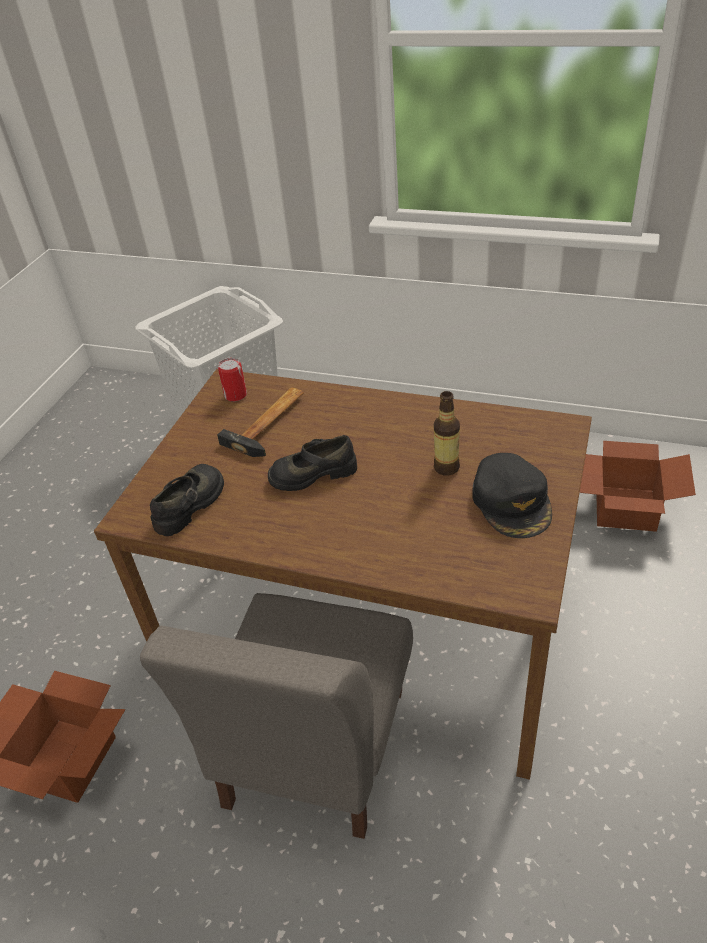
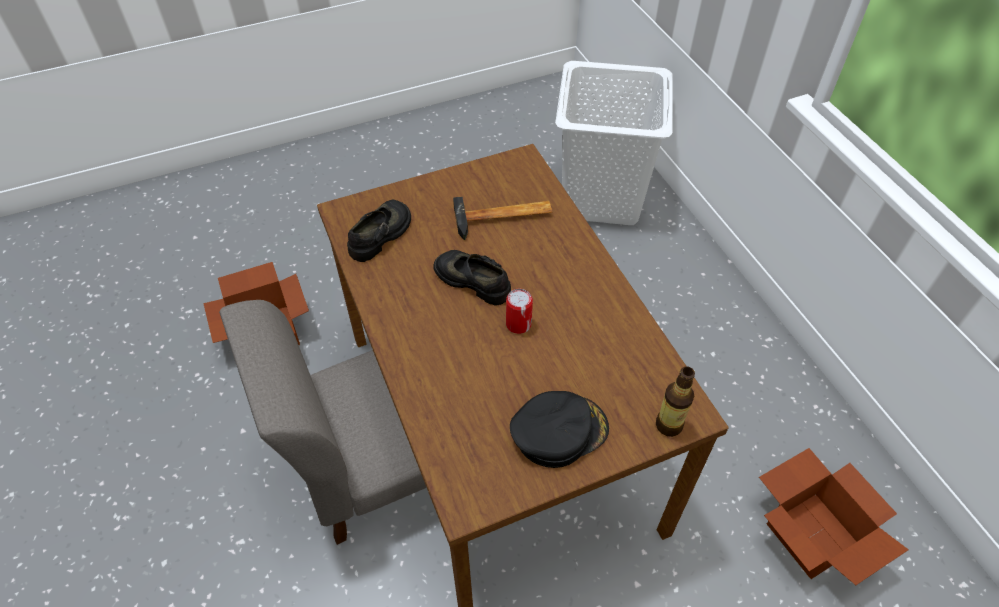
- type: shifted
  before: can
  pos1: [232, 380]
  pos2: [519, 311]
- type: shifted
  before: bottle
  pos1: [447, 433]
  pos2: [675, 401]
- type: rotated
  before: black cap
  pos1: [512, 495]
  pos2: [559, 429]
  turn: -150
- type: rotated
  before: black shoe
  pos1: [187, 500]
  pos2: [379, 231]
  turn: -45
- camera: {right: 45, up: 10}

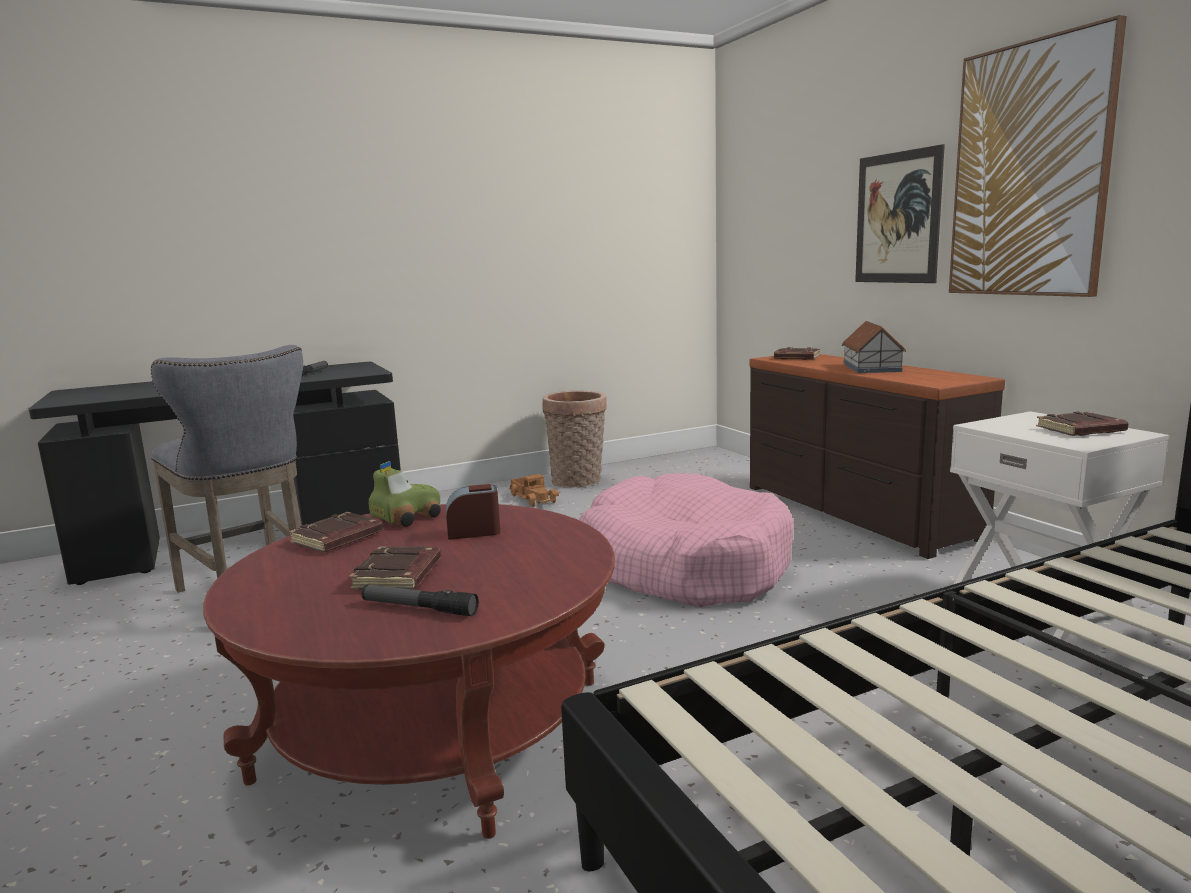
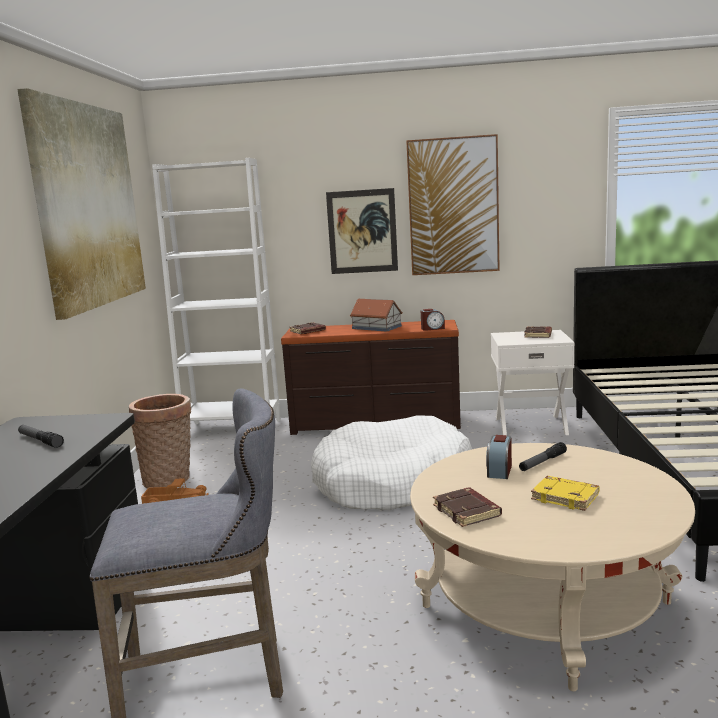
- type: gone
  before: toy car
  pos1: [405, 494]
- type: repainted
  before: pink dog bed
  after: white dog bed
  pos1: [686, 540]
  pos2: [391, 462]
- type: repainted
  before: red coffee table
  after: beige coffee table
  pos1: [409, 671]
  pos2: [552, 567]
- type: repainted
  before: brown book
  after: yellow book
  pos1: [395, 567]
  pos2: [565, 493]
- type: shifted
  before: flashlight
  pos1: [420, 600]
  pos2: [543, 456]
- type: new
  after: picture
  pos2: [81, 204]
- type: new
  after: white bookcase
  pos2: [216, 291]
- type: new
  after: alarm clock
  pos2: [433, 320]
- camera: {right: -60, up: 0}

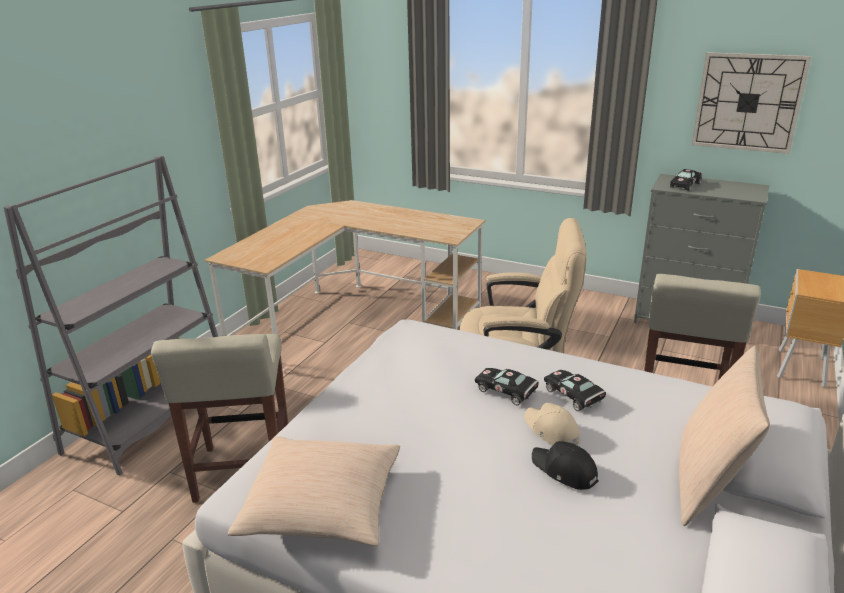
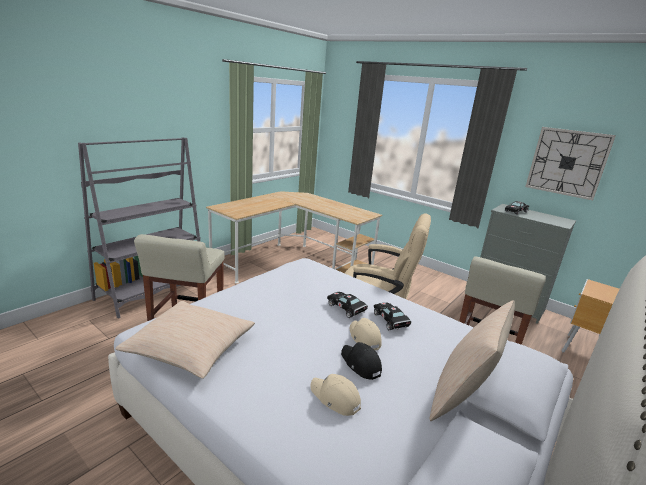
- type: new
  after: beige cap
  pos2: [336, 395]
- camera: {right: 10, up: -5}

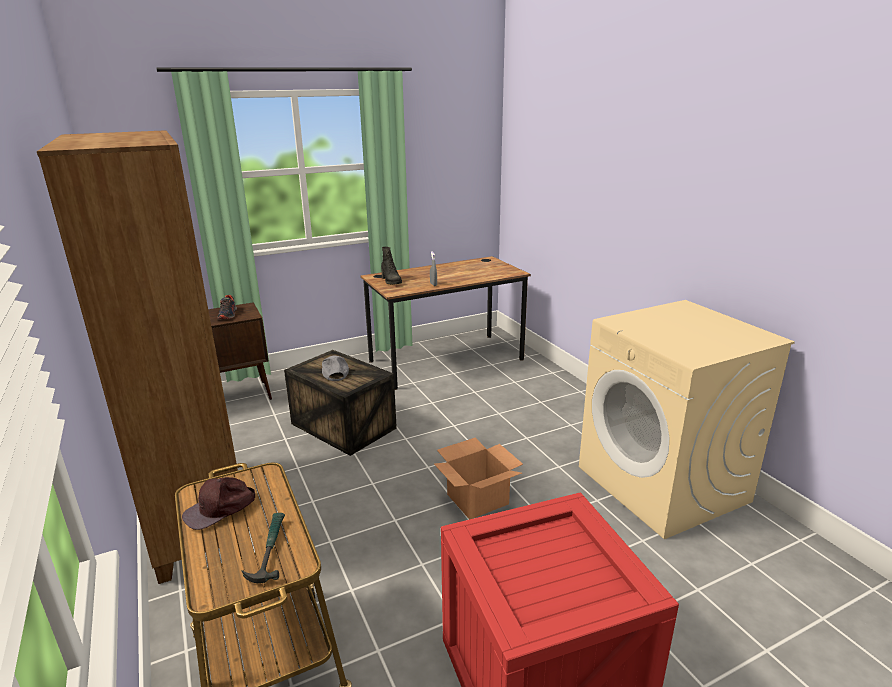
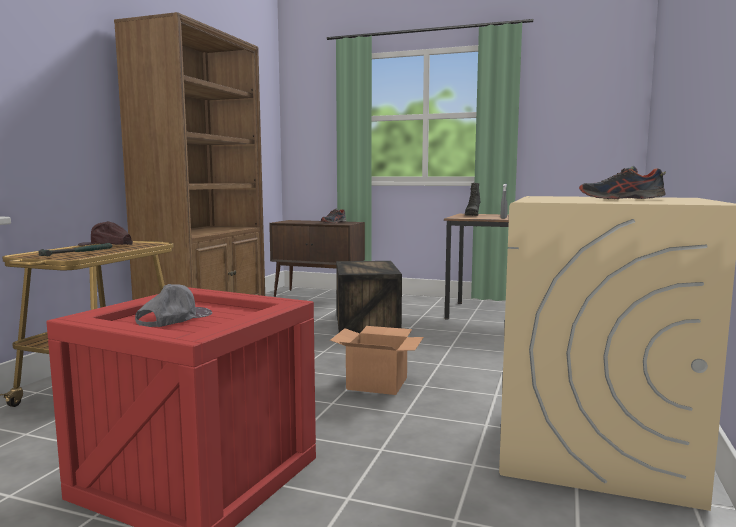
- type: shifted
  before: grey cap
  pos1: [335, 368]
  pos2: [173, 305]
- type: new
  after: shoe
  pos2: [622, 182]
- camera: {right: 45, up: -15}

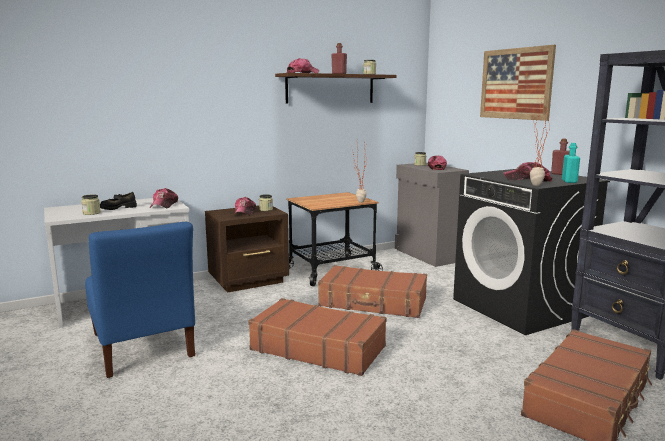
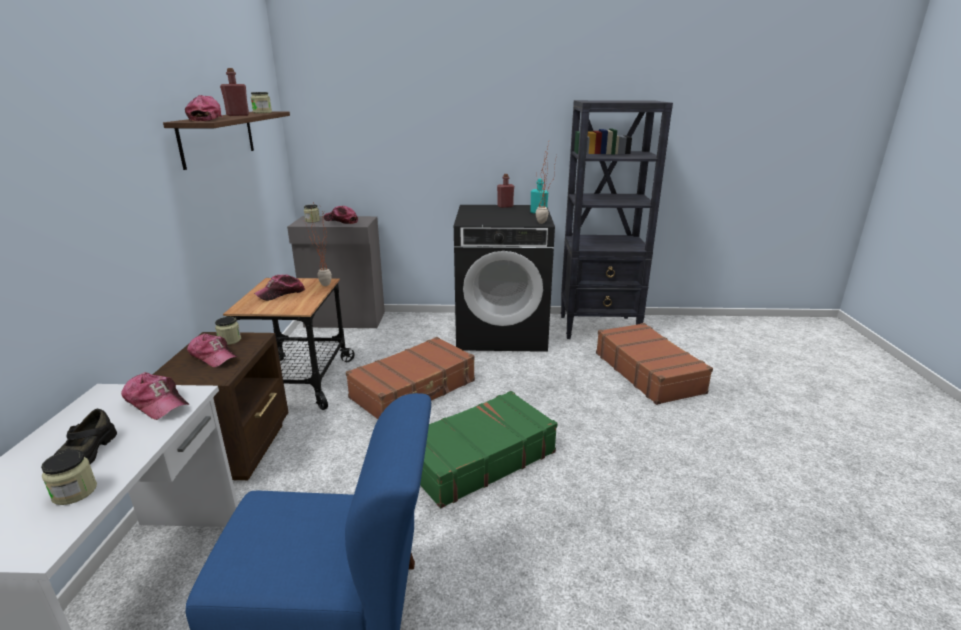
- type: gone
  before: picture
  pos1: [518, 83]
- type: shifted
  before: cap
  pos1: [527, 172]
  pos2: [279, 287]
- type: repainted
  before: brown suitcase
  after: green suitcase
  pos1: [317, 337]
  pos2: [489, 449]
- camera: {right: -60, up: 10}

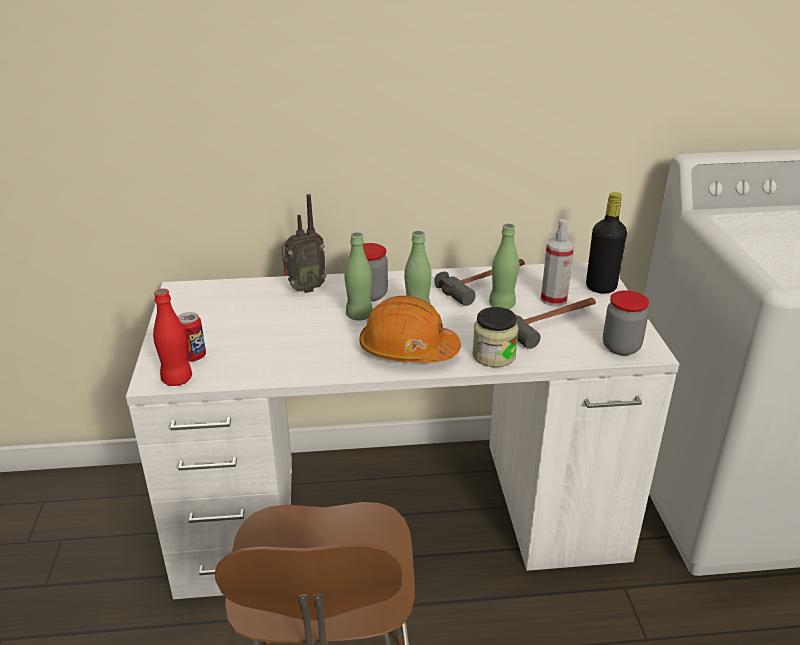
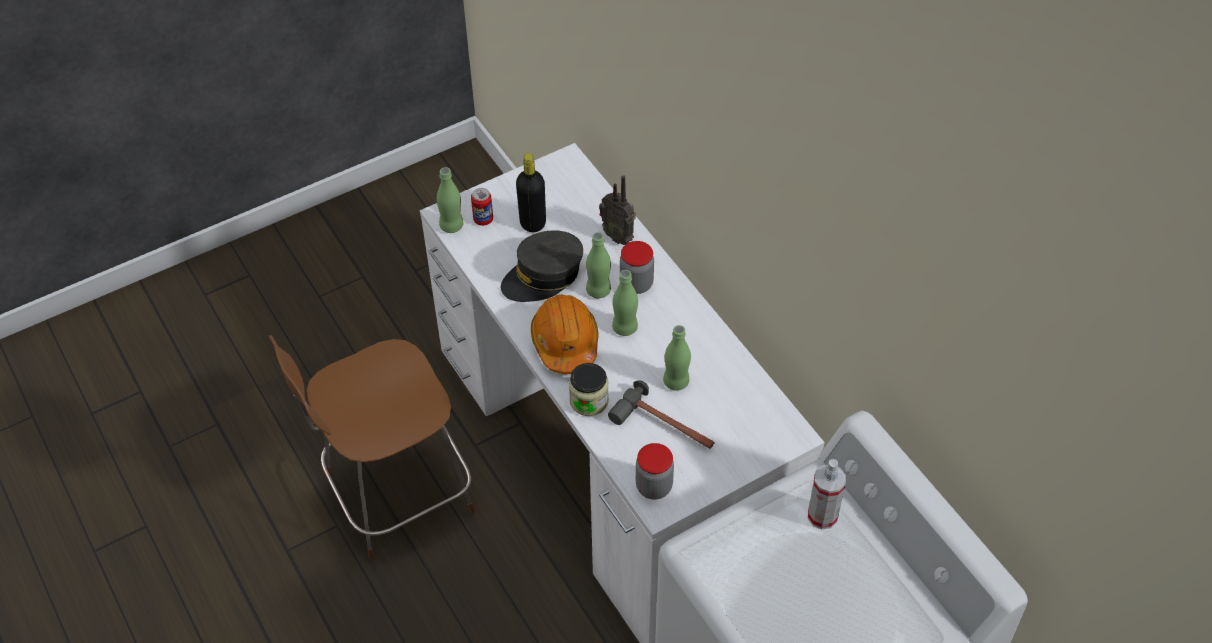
- type: shifted
  before: black bottle
  pos1: [606, 242]
  pos2: [531, 192]
- type: shifted
  before: spray bottle
  pos1: [558, 262]
  pos2: [827, 494]
- type: gone
  before: hammer
  pos1: [479, 282]
- type: repainted
  before: red bottle
  after: green bottle
  pos1: [172, 337]
  pos2: [450, 200]
- type: new
  after: grey cap
  pos2: [542, 266]
- camera: {right: 65, up: 20}

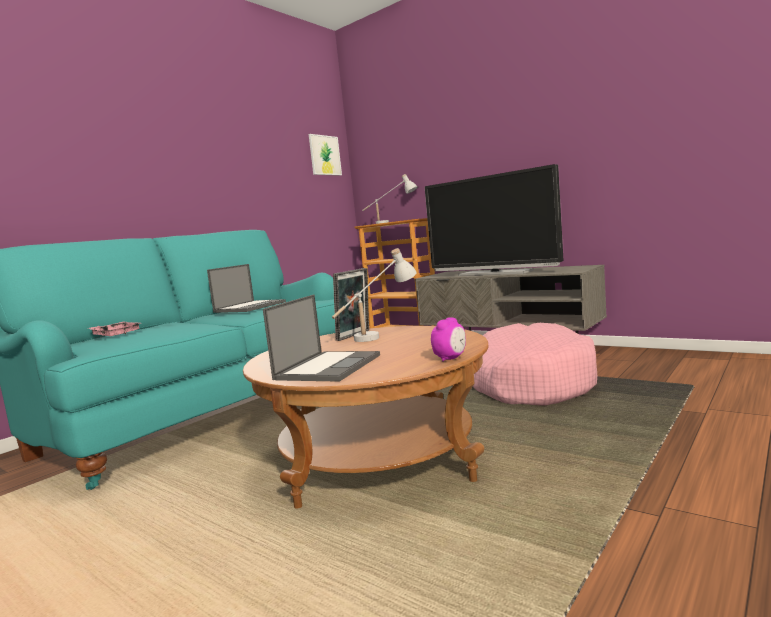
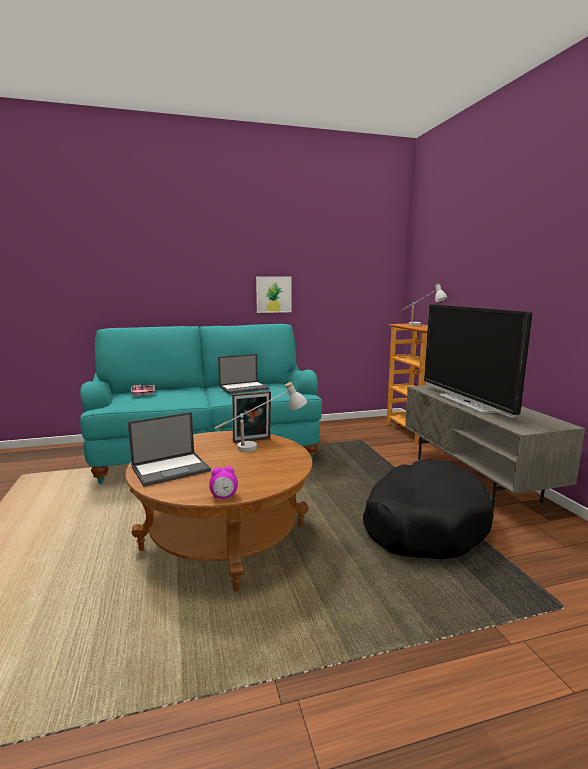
- type: shifted
  before: picture
  pos1: [325, 155]
  pos2: [273, 294]
- type: repainted
  before: pink dog bed
  after: black dog bed
  pos1: [535, 364]
  pos2: [428, 509]
- camera: {right: 35, up: 5}

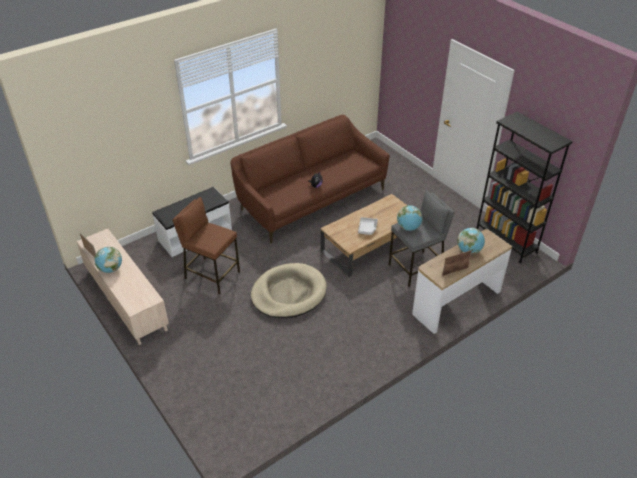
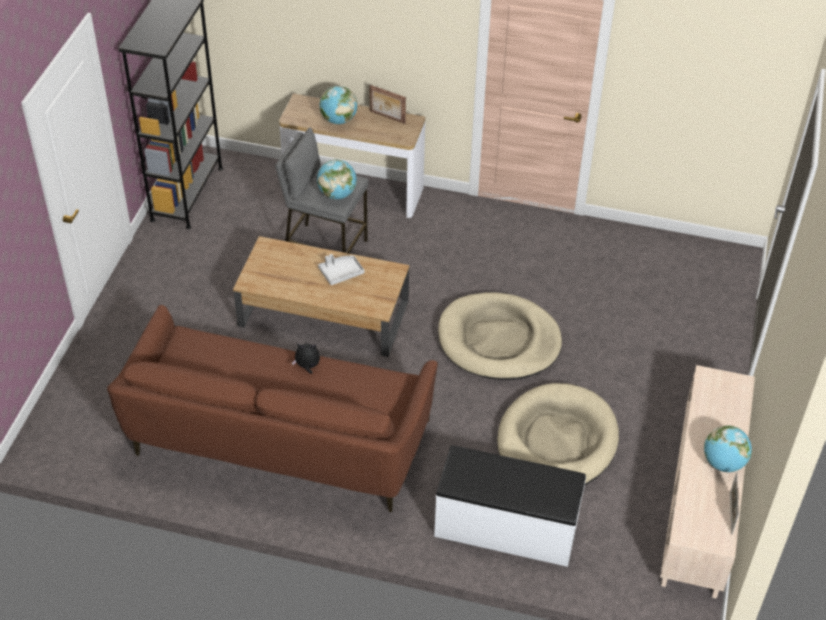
- type: swapped
  before: brown stool
  after: beige dog bed
  pos1: [206, 245]
  pos2: [558, 434]
- camera: {right: -130, up: 5}

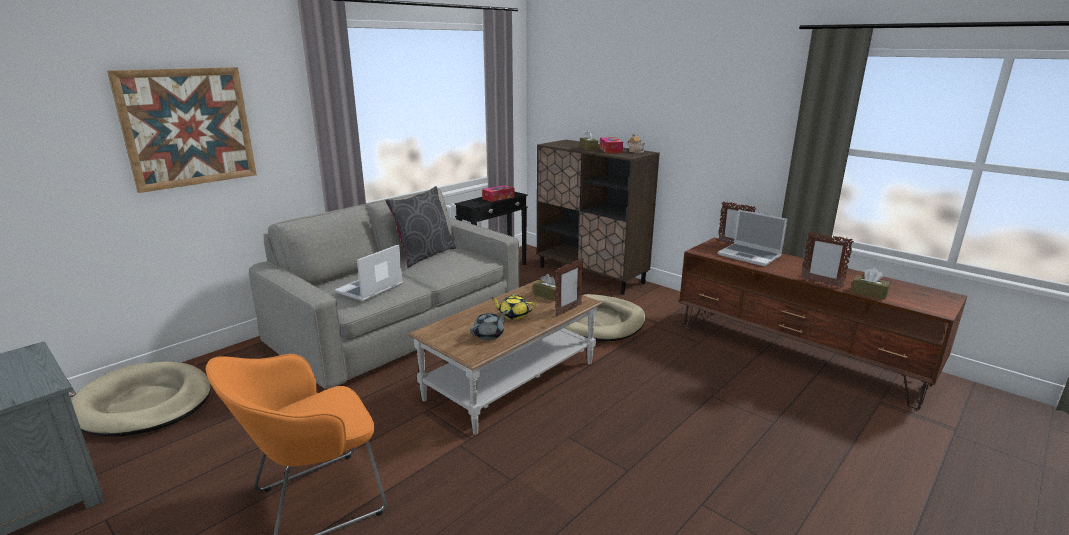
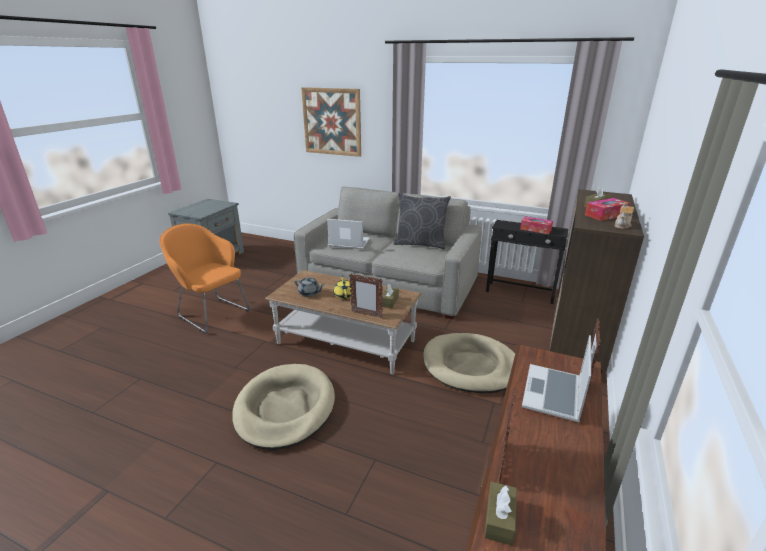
- type: shifted
  before: beige dog bed
  pos1: [141, 399]
  pos2: [284, 407]
- camera: {right: 70, up: 5}

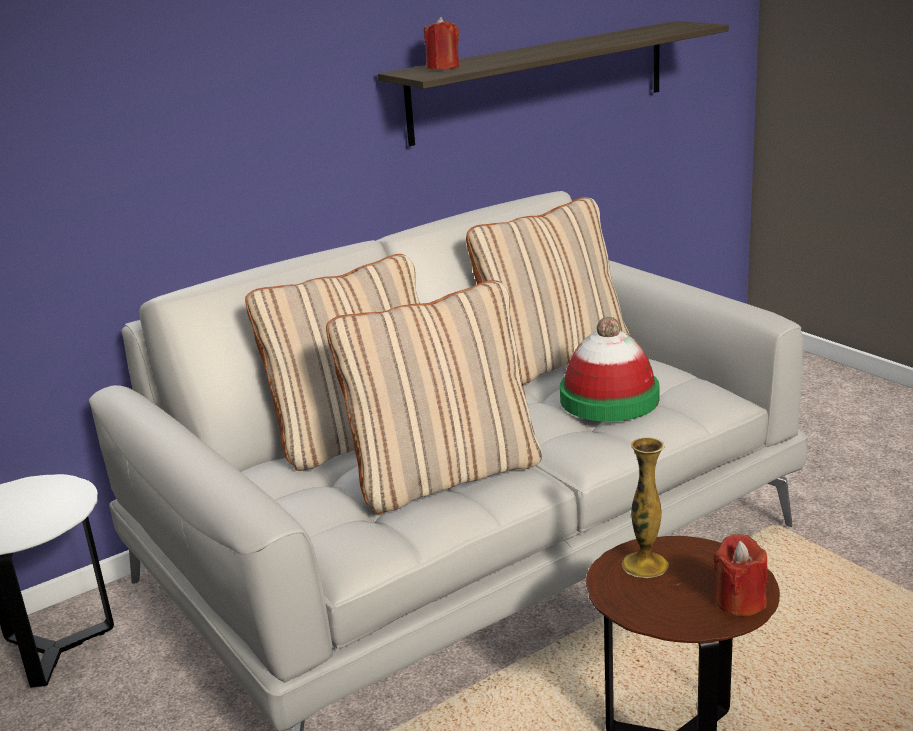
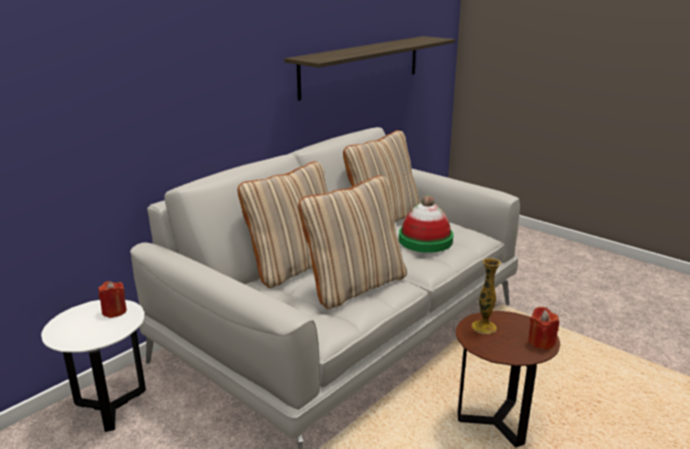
- type: shifted
  before: red candle
  pos1: [441, 43]
  pos2: [112, 299]
- camera: {right: -15, up: 0}

